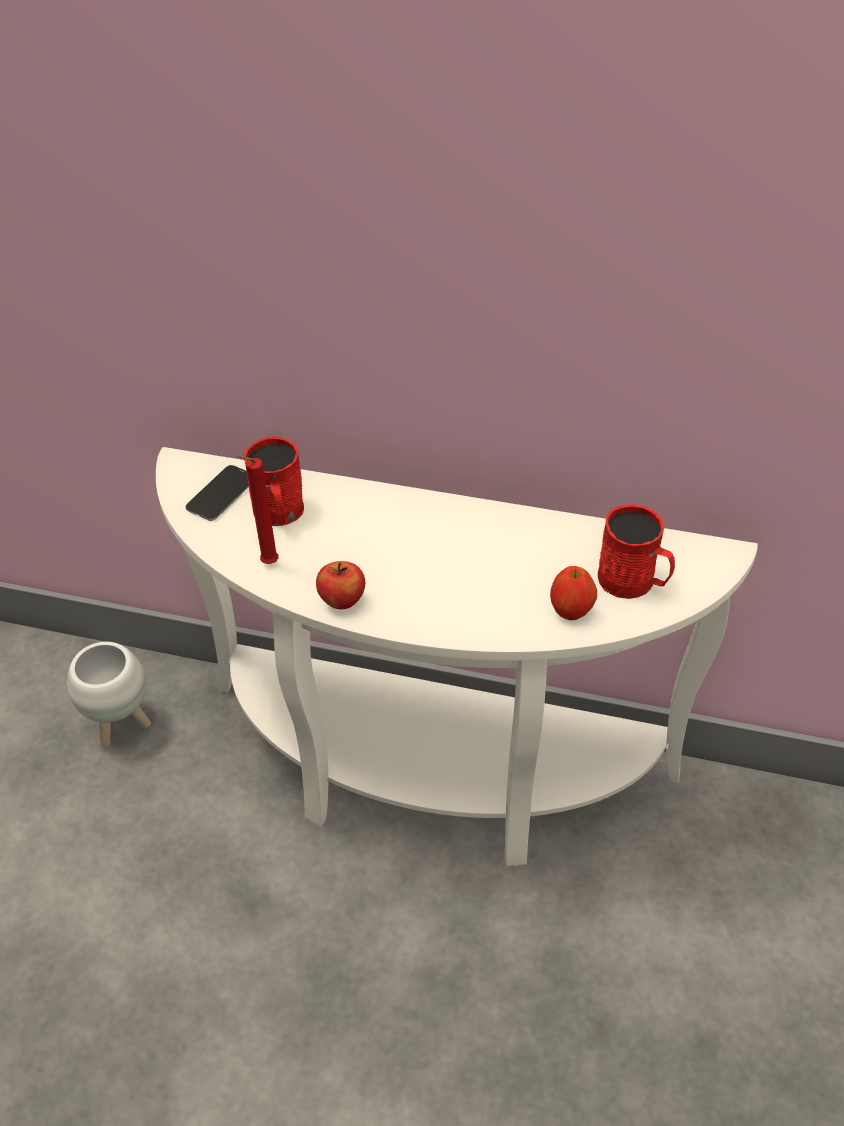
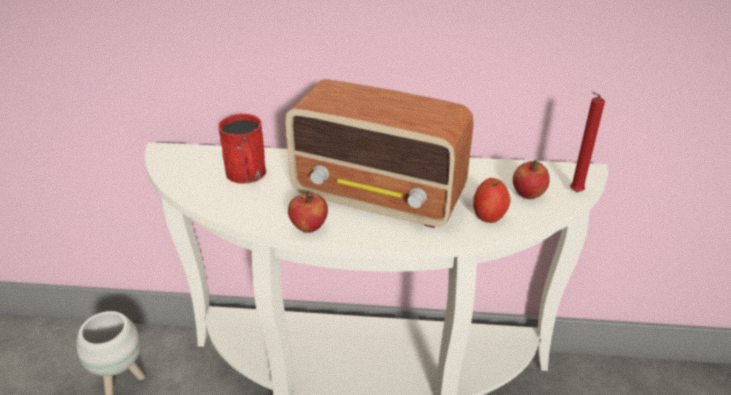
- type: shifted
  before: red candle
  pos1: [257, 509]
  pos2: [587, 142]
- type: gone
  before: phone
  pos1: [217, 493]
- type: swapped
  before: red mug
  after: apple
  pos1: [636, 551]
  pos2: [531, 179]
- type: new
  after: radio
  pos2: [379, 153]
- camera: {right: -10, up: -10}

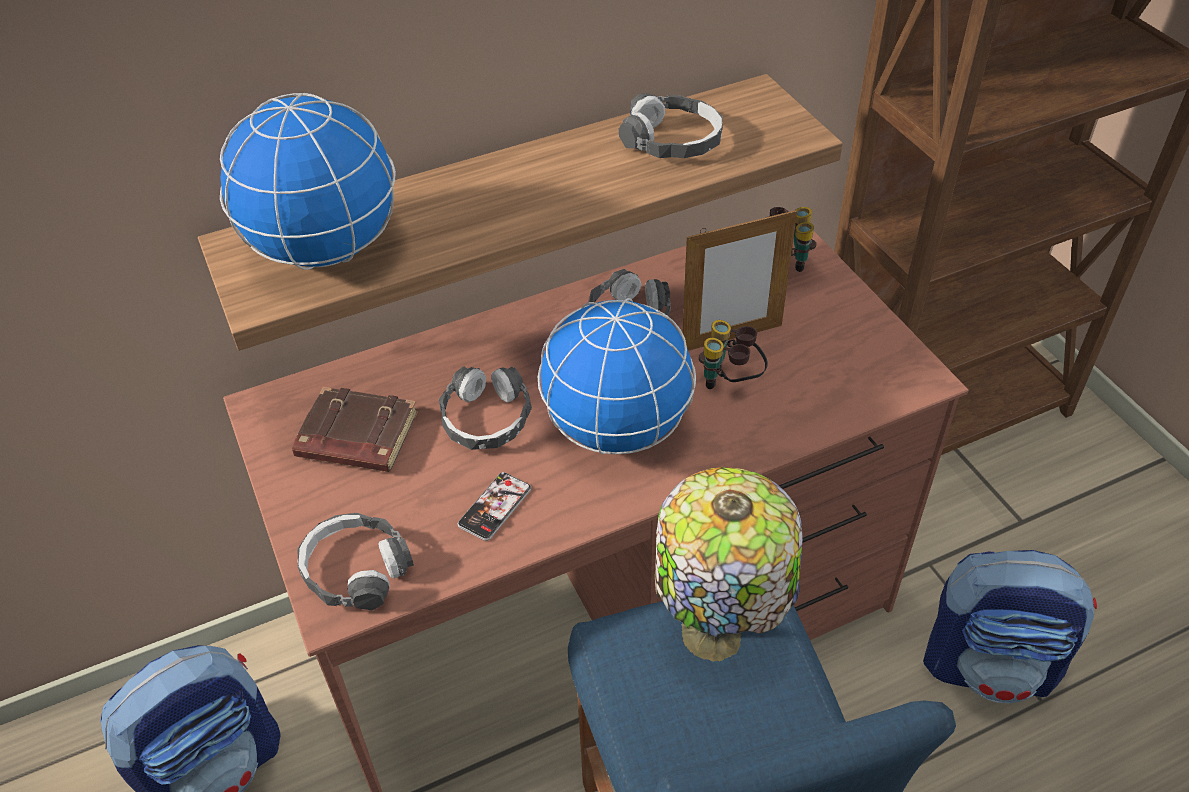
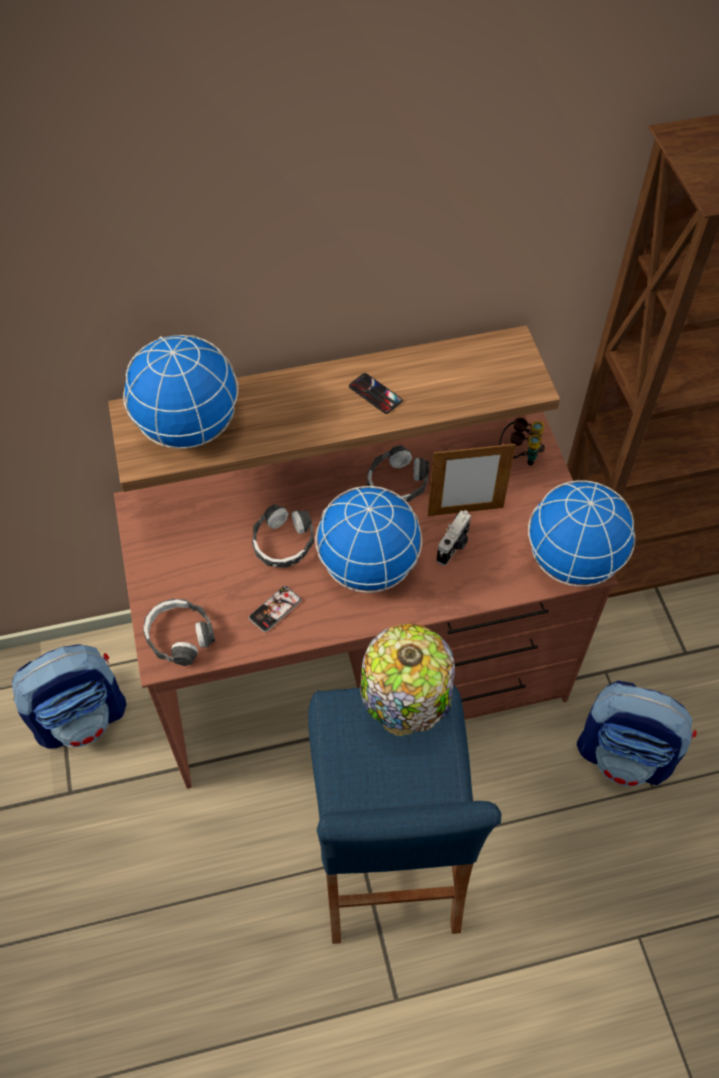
- type: gone
  before: headphones
  pos1: [671, 125]
- type: swapped
  before: binoculars
  after: photo camera
  pos1: [733, 354]
  pos2: [454, 538]
- type: gone
  before: brown book
  pos1: [355, 429]
- type: new
  after: phone
  pos2: [376, 393]
- type: new
  after: globe
  pos2: [581, 533]
- camera: {right: 10, up: 10}

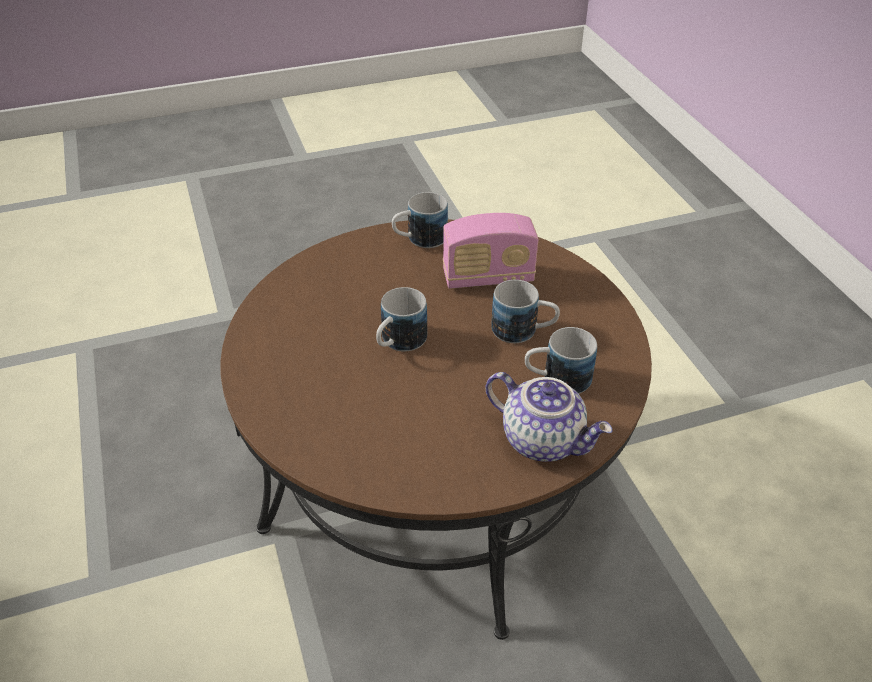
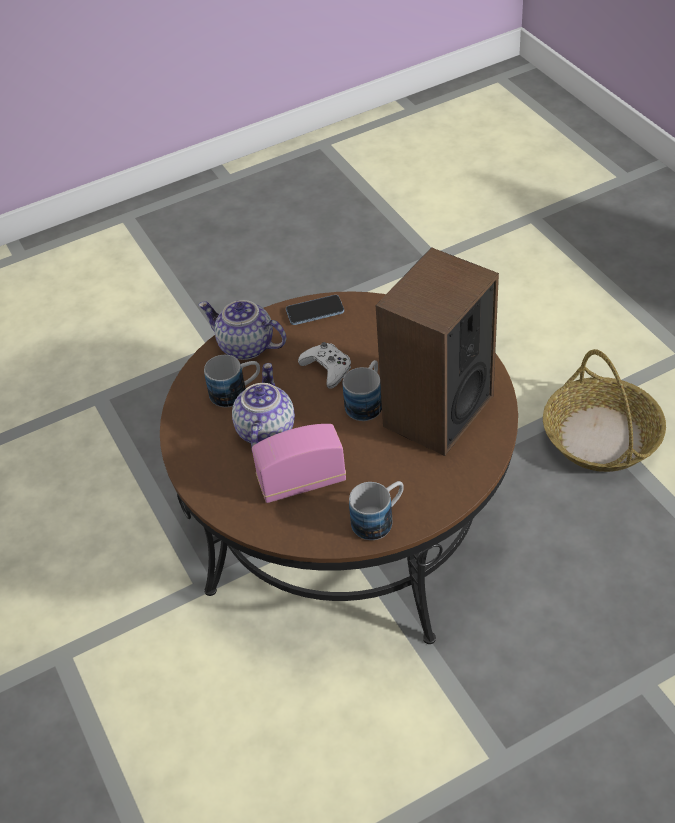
- type: swapped
  before: mug
  after: teapot
  pos1: [525, 311]
  pos2: [263, 406]
- type: new
  after: speaker
  pos2: [437, 351]
- type: new
  after: phone
  pos2: [315, 310]
- type: new
  after: white game controller
  pos2: [324, 365]
- type: new
  after: basket
  pos2: [604, 410]
- camera: {right: 175, up: 5}

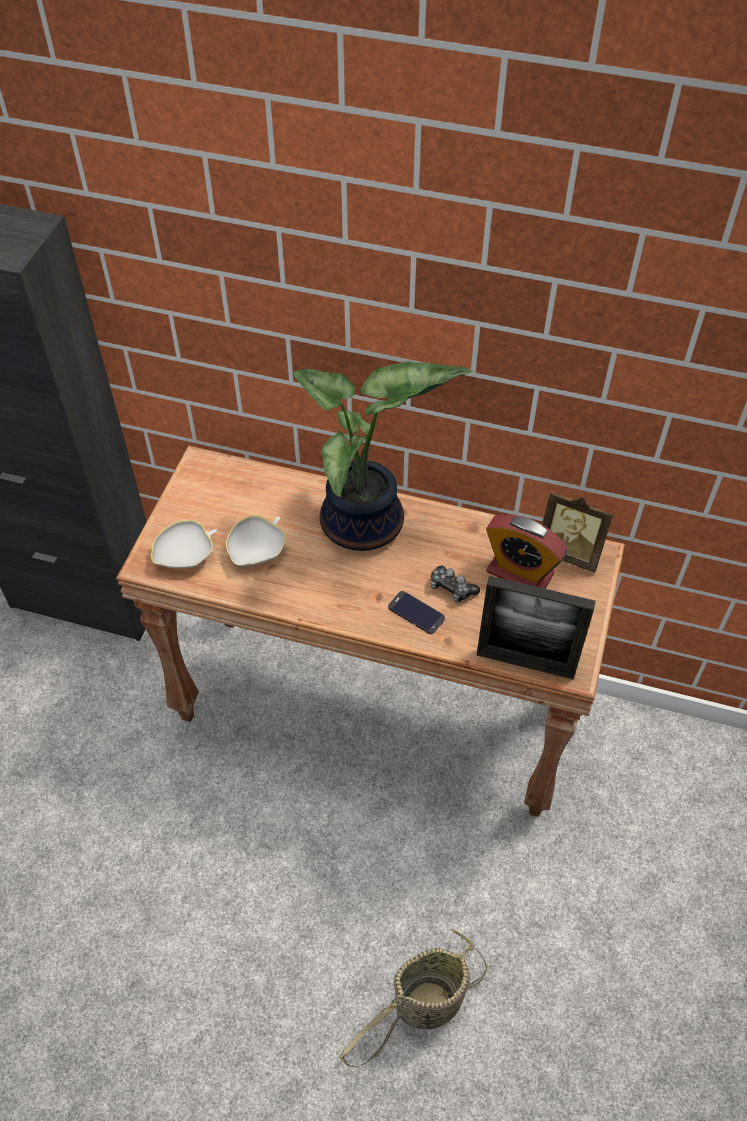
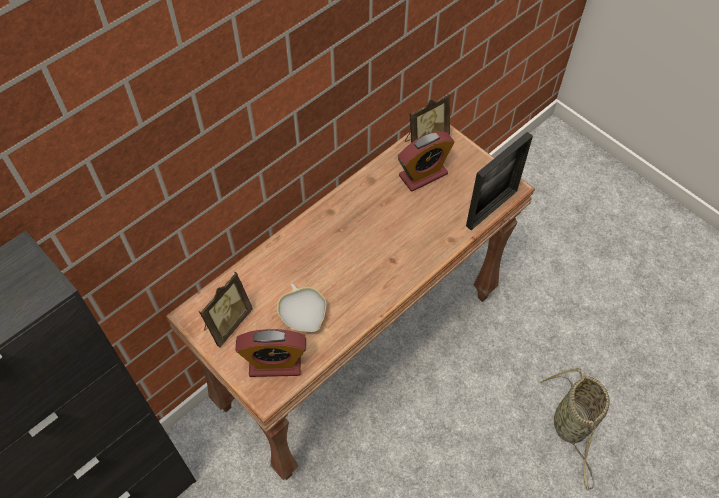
- type: gone
  before: potted plant
  pos1: [382, 456]
- type: swapped
  before: white bowl
  after: alarm clock
  pos1: [184, 544]
  pos2: [270, 353]
- type: gone
  before: game controller
  pos1: [455, 584]
- type: gone
  before: phone
  pos1: [416, 612]
- type: new
  after: picture frame
  pos2: [226, 309]
- camera: {right: -60, up: 5}

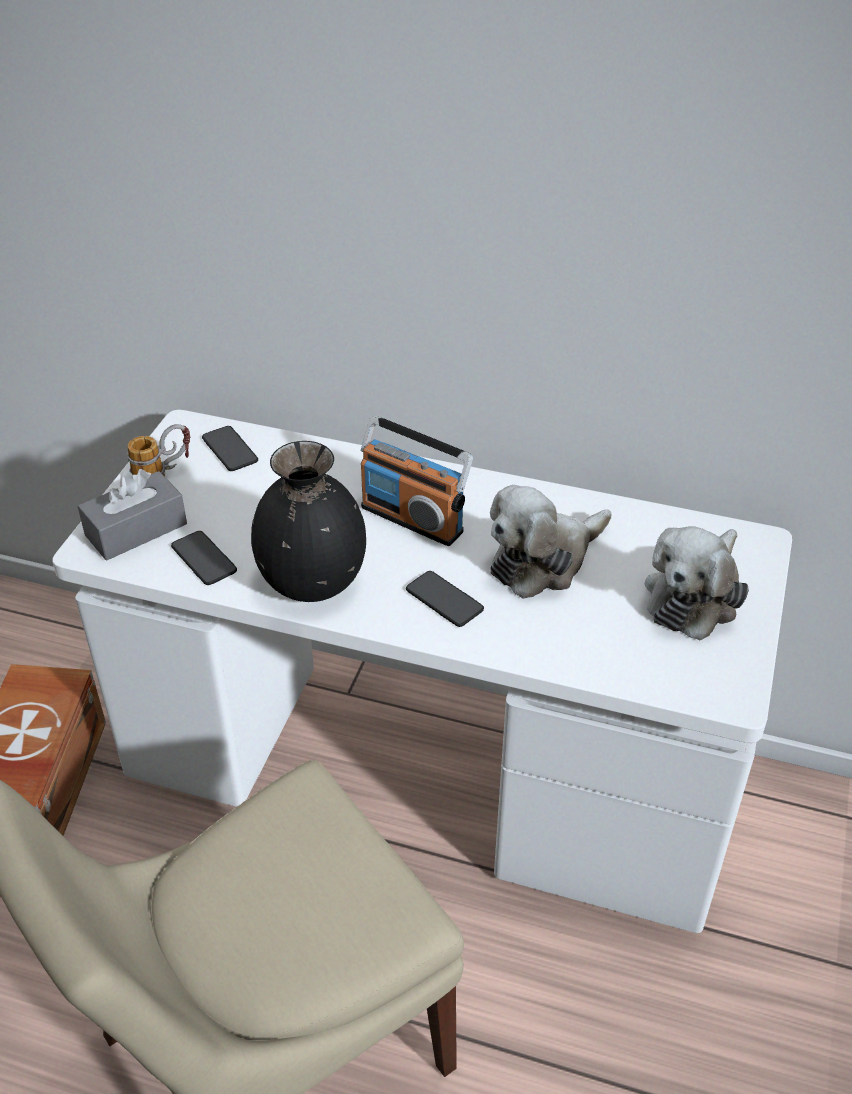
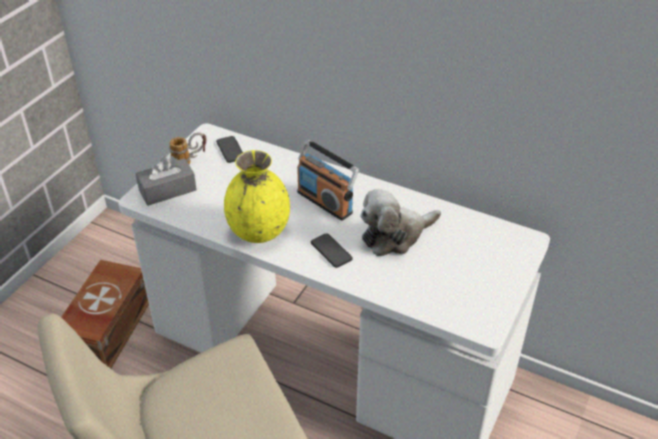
- type: repainted
  before: black vase
  after: yellow vase
  pos1: [308, 521]
  pos2: [257, 196]
- type: gone
  before: plush toy
  pos1: [697, 583]
- type: gone
  before: phone
  pos1: [204, 558]
- camera: {right: 10, up: 0}

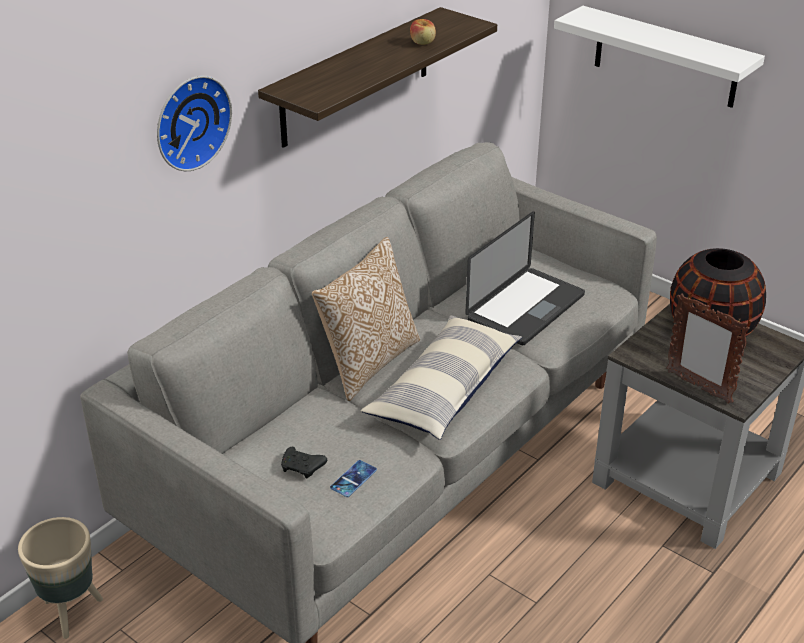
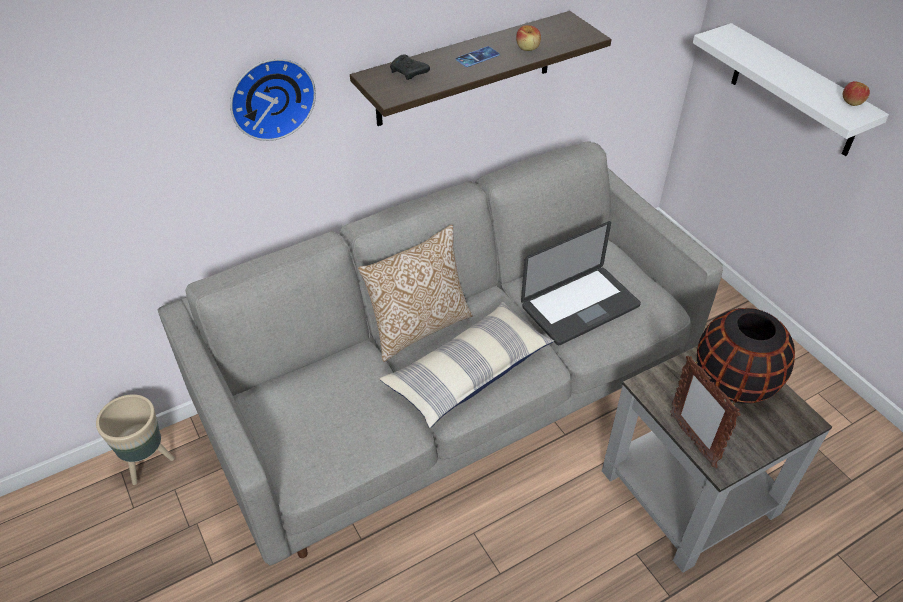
- type: shifted
  before: black game controller
  pos1: [304, 462]
  pos2: [410, 67]
- type: shifted
  before: phone
  pos1: [353, 478]
  pos2: [478, 56]
- type: new
  after: apple
  pos2: [856, 93]
- camera: {right: 20, up: 10}

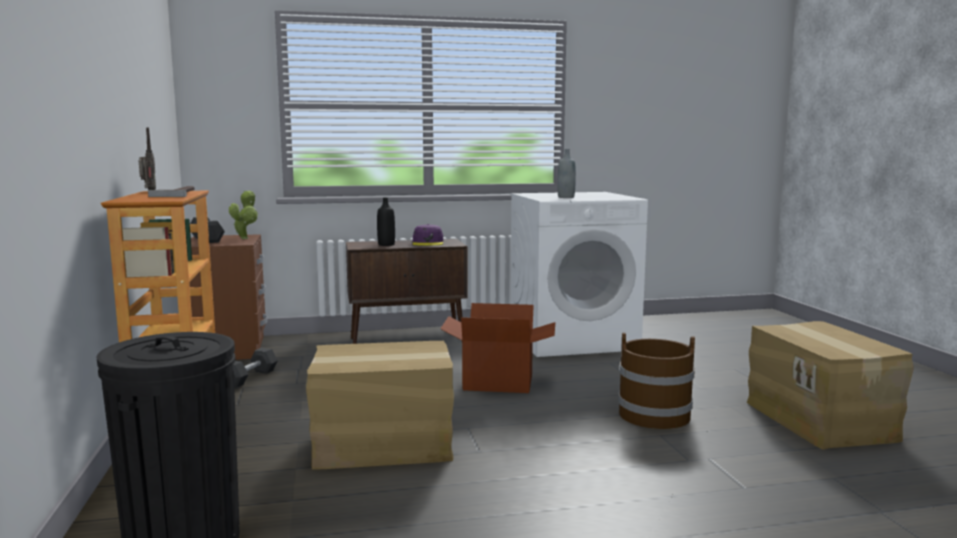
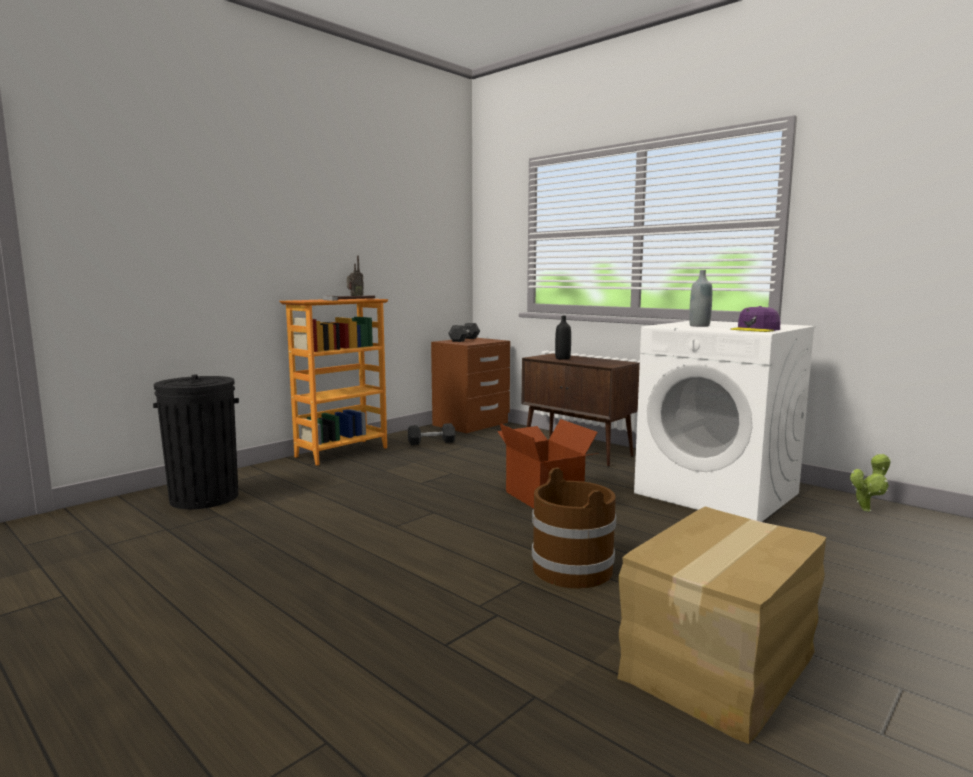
- type: shifted
  before: potted plant
  pos1: [243, 214]
  pos2: [870, 482]
- type: shifted
  before: purple cap
  pos1: [428, 235]
  pos2: [755, 319]
- type: gone
  before: cardboard box
  pos1: [380, 405]
- camera: {right: 55, up: 0}

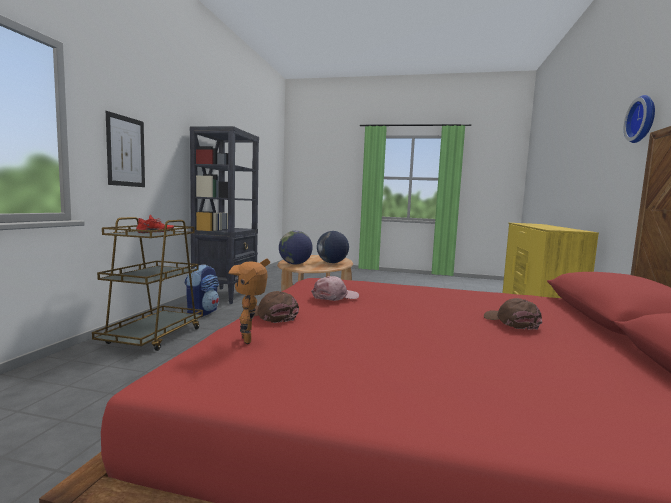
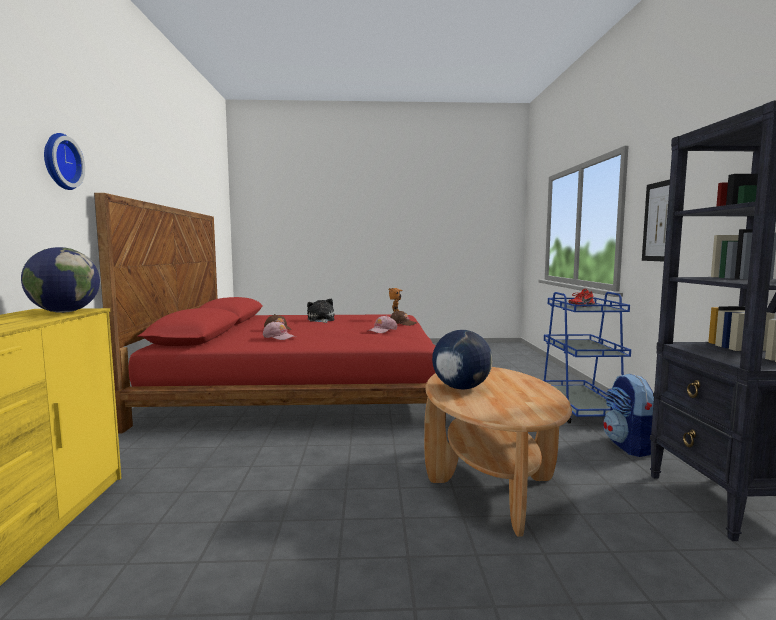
- type: repainted
  before: brown cart
  after: blue cart
  pos1: [147, 284]
  pos2: [587, 357]
- type: shifted
  before: globe
  pos1: [296, 248]
  pos2: [60, 280]
- type: new
  after: plush toy
  pos2: [321, 311]
- type: new
  after: pink cap
  pos2: [279, 330]
- camera: {right: 165, up: 0}

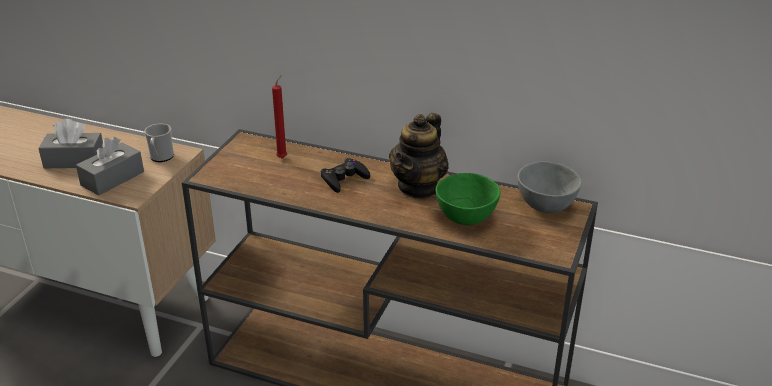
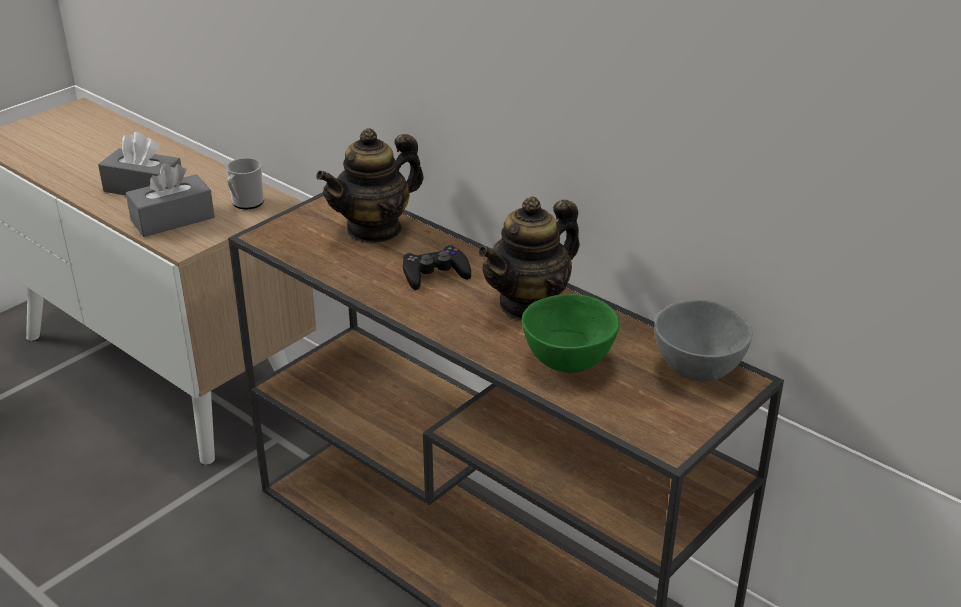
- type: swapped
  before: red candle
  after: teapot
  pos1: [279, 116]
  pos2: [370, 186]
- camera: {right: 20, up: 0}

